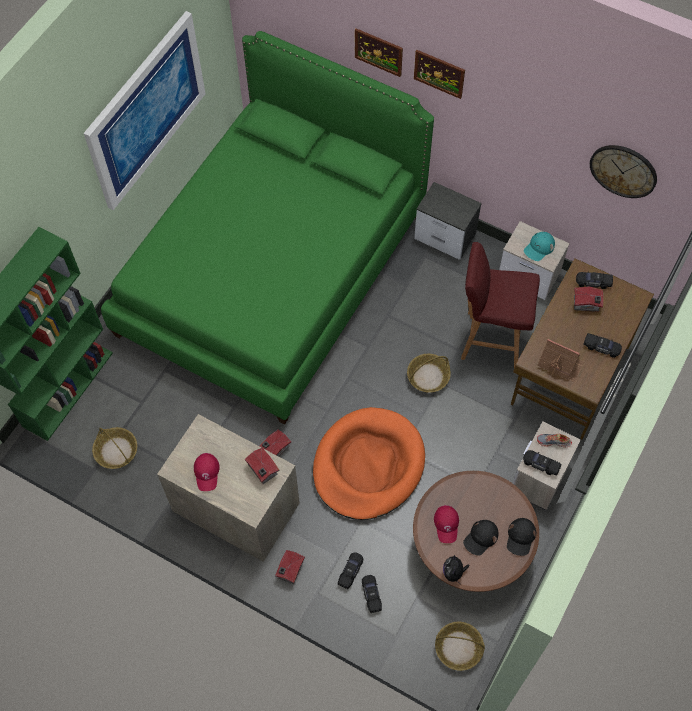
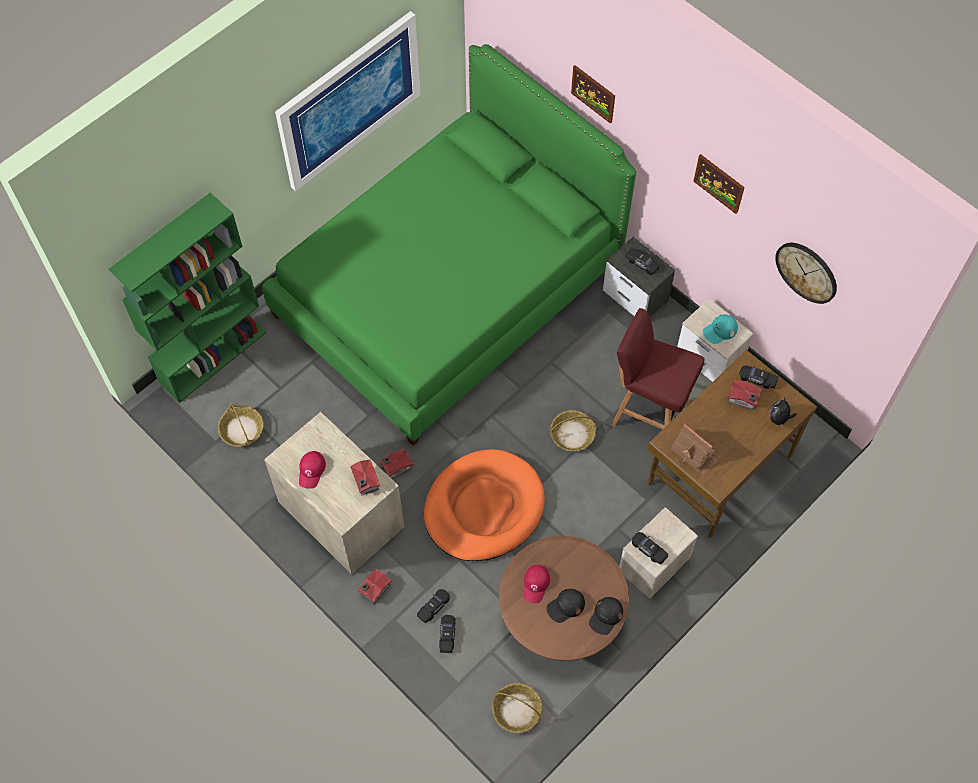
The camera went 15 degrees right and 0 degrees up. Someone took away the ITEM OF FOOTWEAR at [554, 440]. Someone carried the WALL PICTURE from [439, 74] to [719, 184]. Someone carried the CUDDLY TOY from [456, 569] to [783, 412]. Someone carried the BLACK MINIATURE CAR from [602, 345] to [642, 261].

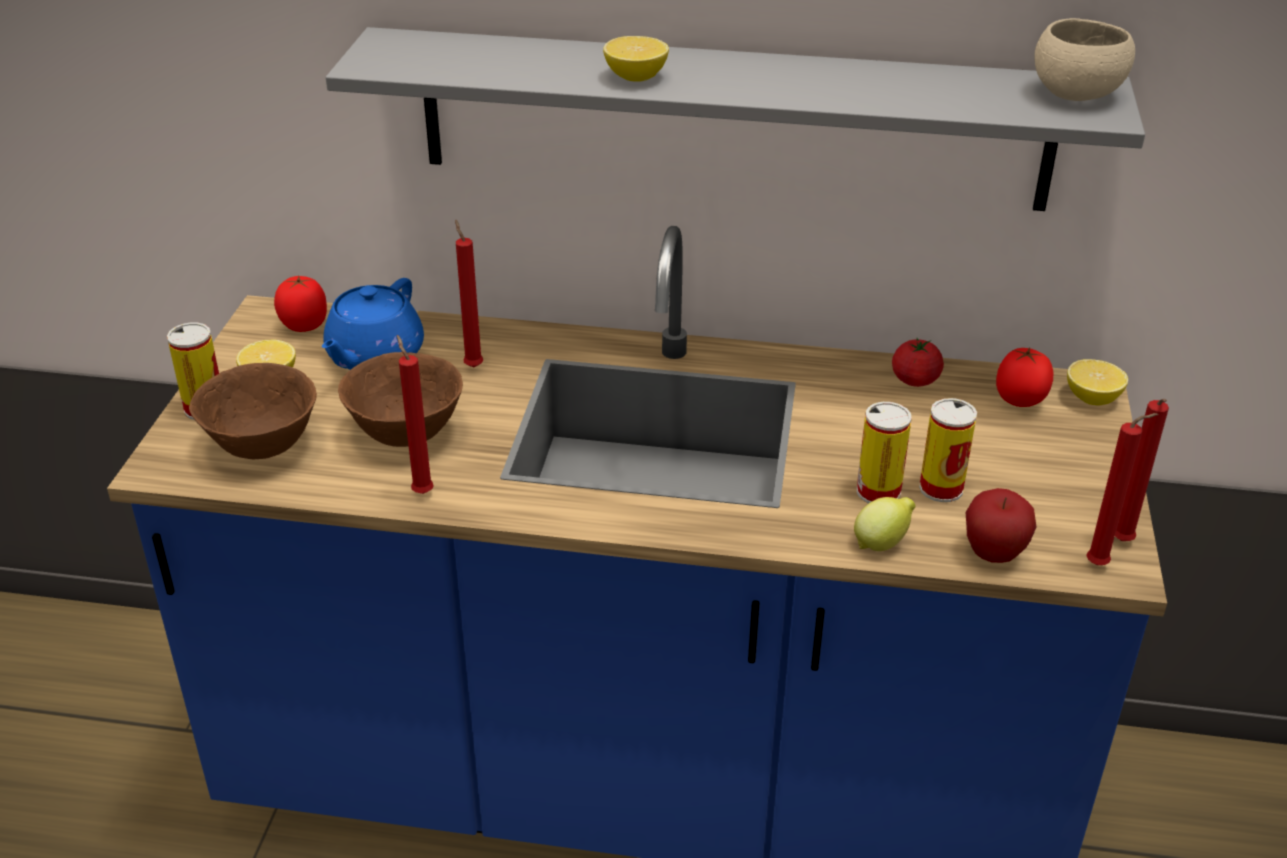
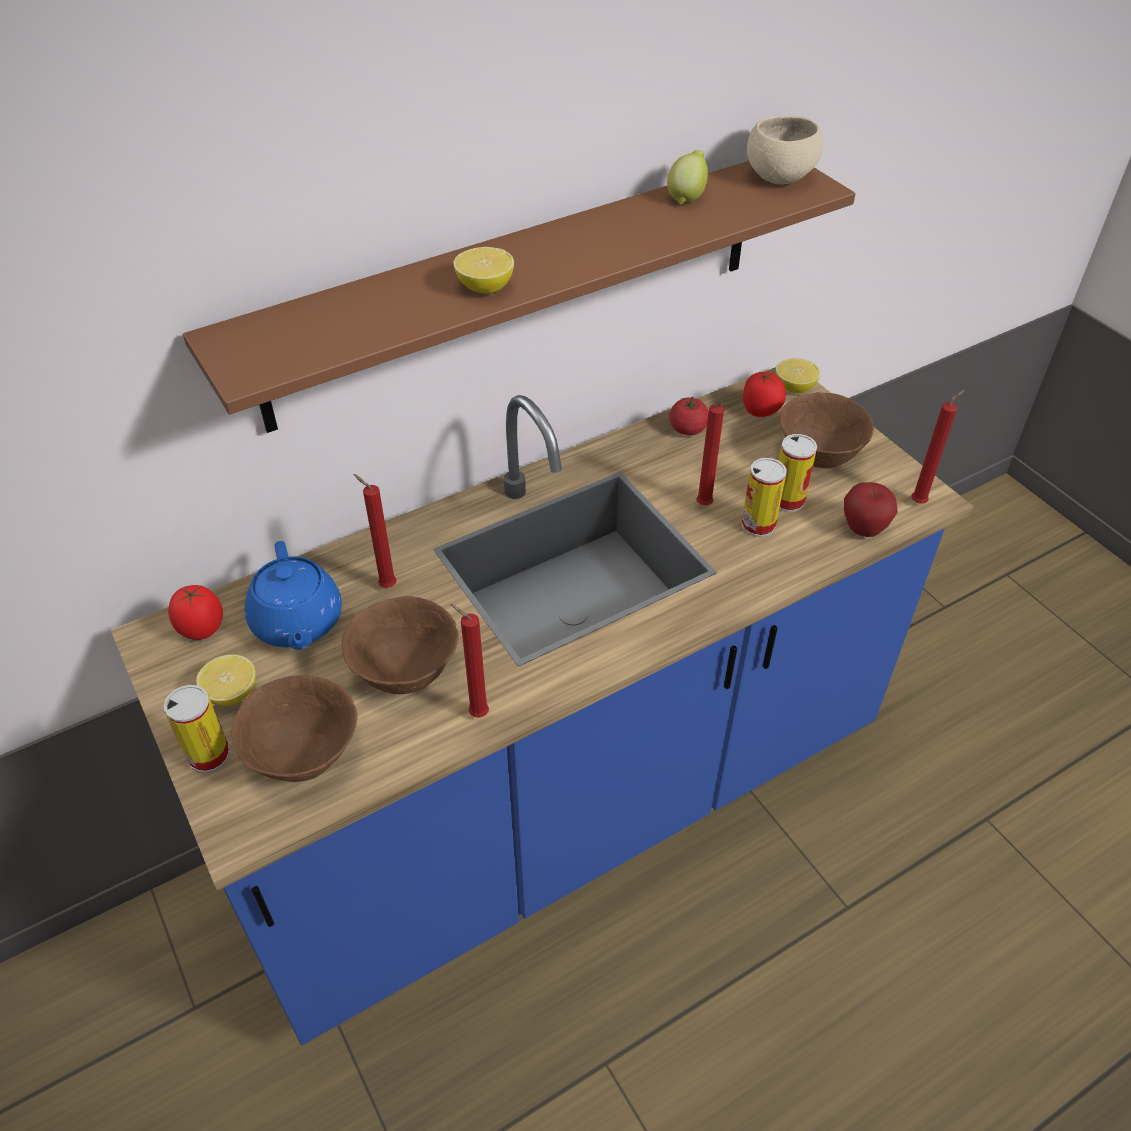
The camera went 40 degrees left and 10 degrees up. Someone put down the BROWN DEEP DISH at [827, 430]. Someone carried the CITRUS FRUIT from [885, 524] to [687, 177]. Someone carried the RED-COLOURED WAX LIGHT from [1142, 470] to [711, 454]. Someone repainted the GREYISH WALL SHELF at [735, 119], which became the BROWN WALL SHELF at [519, 297].

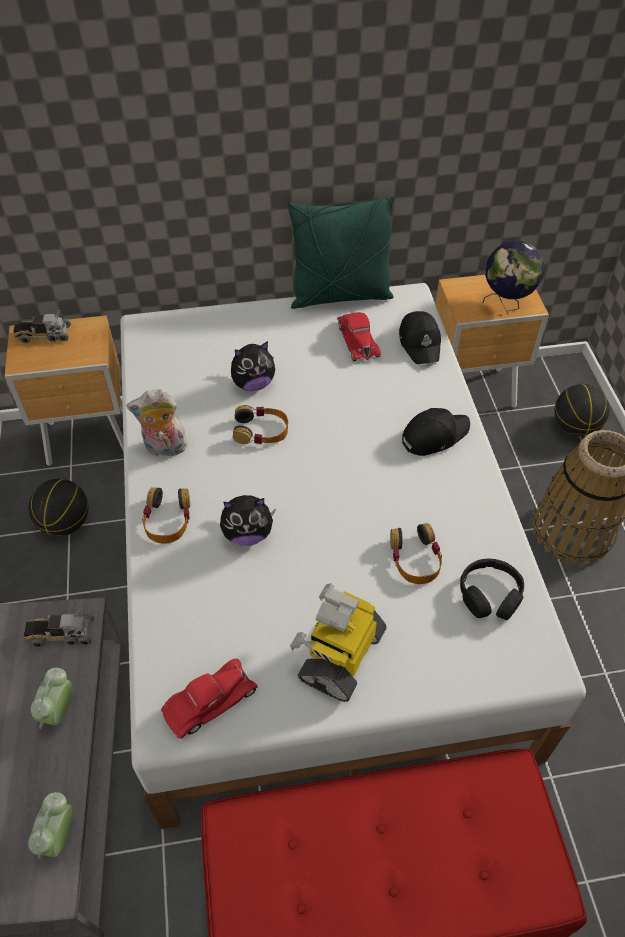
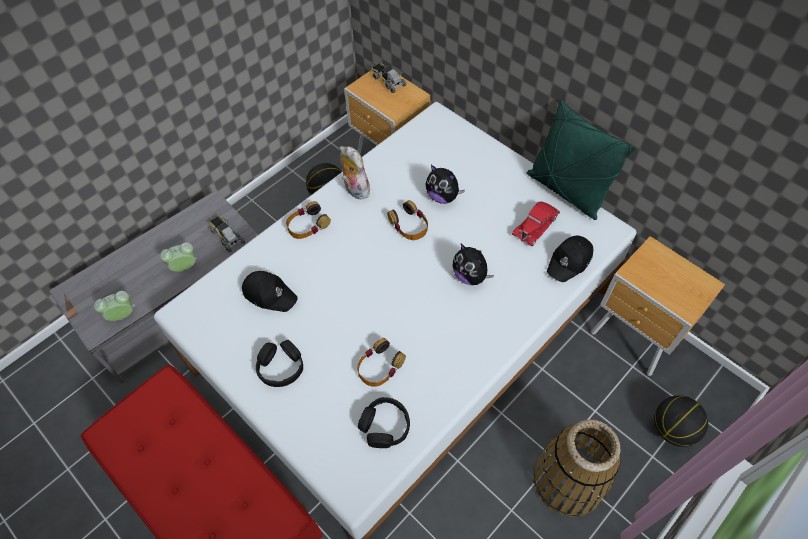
The camera went 55 degrees right and 5 degrees up. Someone took away the RED-COLOURED MINIATURE CAR at [209, 698]. Someone took away the WORLD GLOBE at [513, 276]. Someone carried the CUDDLY TOY from [248, 520] to [473, 264]. Someone carried the BLACK BASEBALL CAP from [436, 432] to [270, 291]. Someone swapped the ROBOT FIGURE at [338, 642] for the BLACK HEADPHONES at [279, 363].

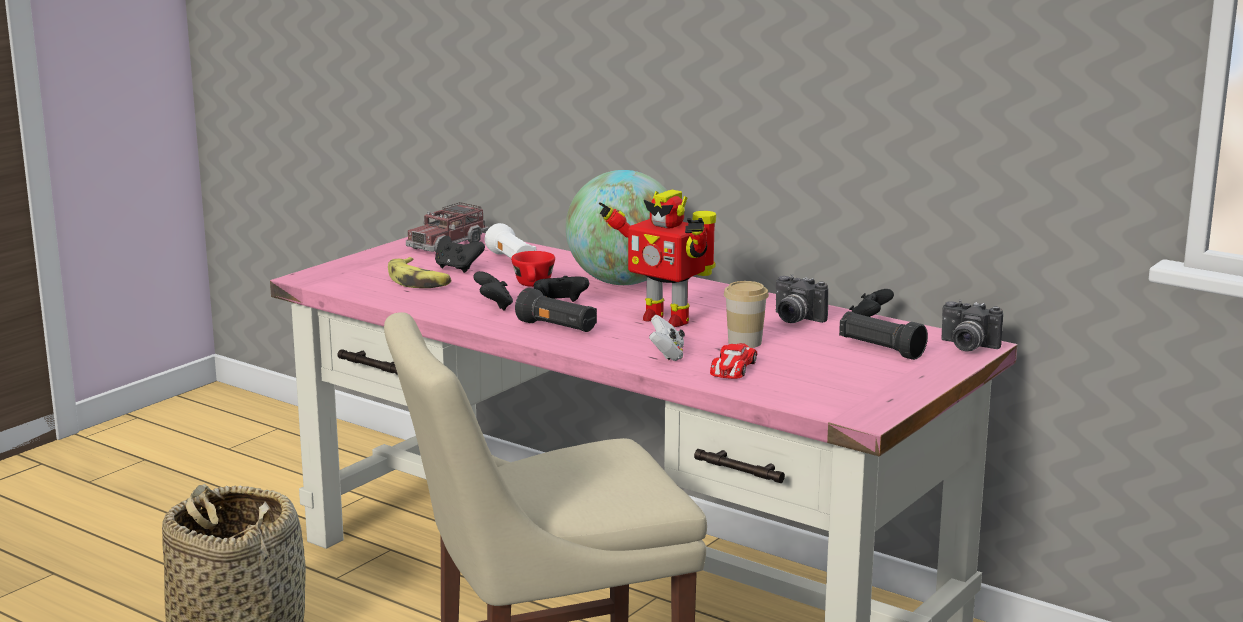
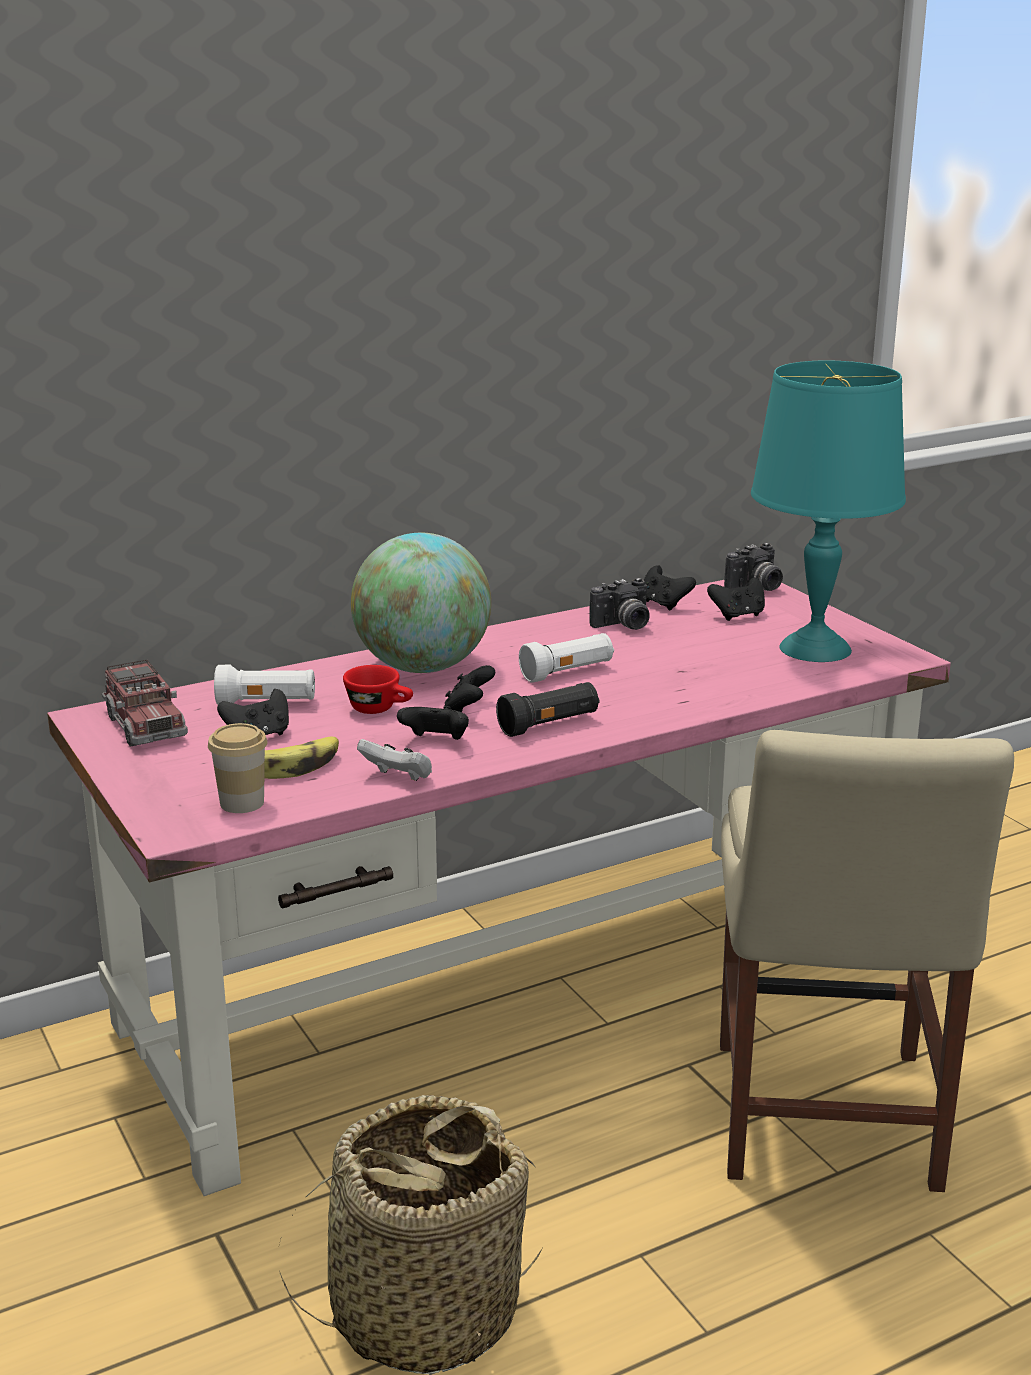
The camera went 65 degrees left and 5 degrees up. Someone took away the MINIATURE CAR at [734, 361]. Someone put down the TURQUOISE-COLOURED TABLETOP LAMP at [828, 511]. Someone carried the WHITISH GAMEPAD from [667, 338] to [394, 760]. Someone carried the DRINKING CUP from [746, 314] to [237, 768]. Someone swapped the ROBOT FIGURE at [657, 258] for the WHITISH FLASHLIGHT at [566, 658]. Someone swapped the BLACK FLASHLIGHT at [883, 335] for the BLACK GAMEPAD at [736, 599].

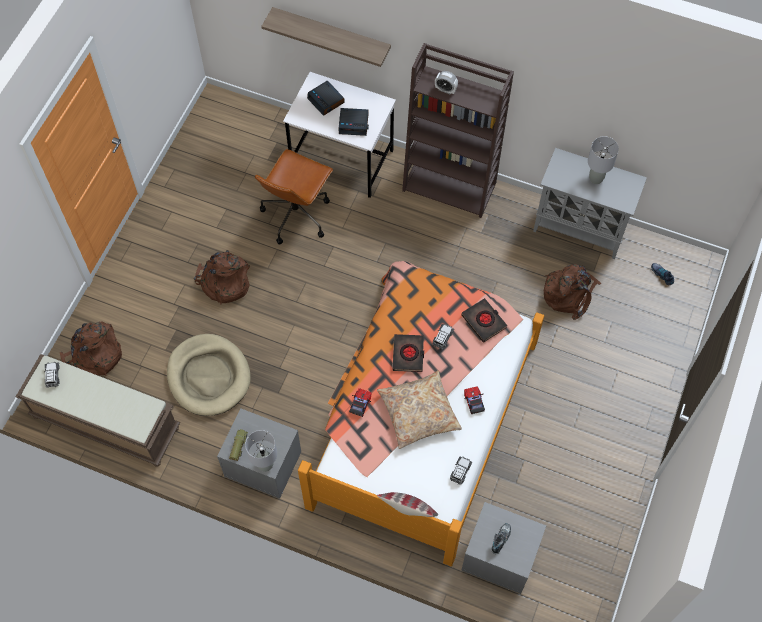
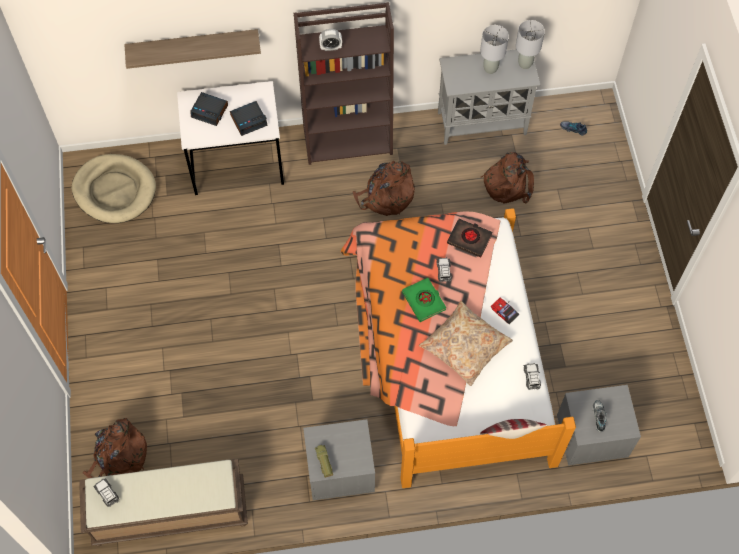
The camera went 30 degrees left and 0 degrees up. Someone took away the BROWN COMPUTER CHAIR at [294, 196]. Someone took away the MINIATURE CAR at [360, 402]. Someone carried the BEIGE-COLOURED DOG CUSHION from [209, 375] to [114, 188]. Someone carried the BROWN BACKPACK from [222, 277] to [383, 188]. Someone carried the GREYISH TABLETOP LAMP from [261, 451] to [530, 44]. Someone repainted the BLACK BOUND BOOK at [408, 353], which became the GREENISH BOUND BOOK at [424, 300].

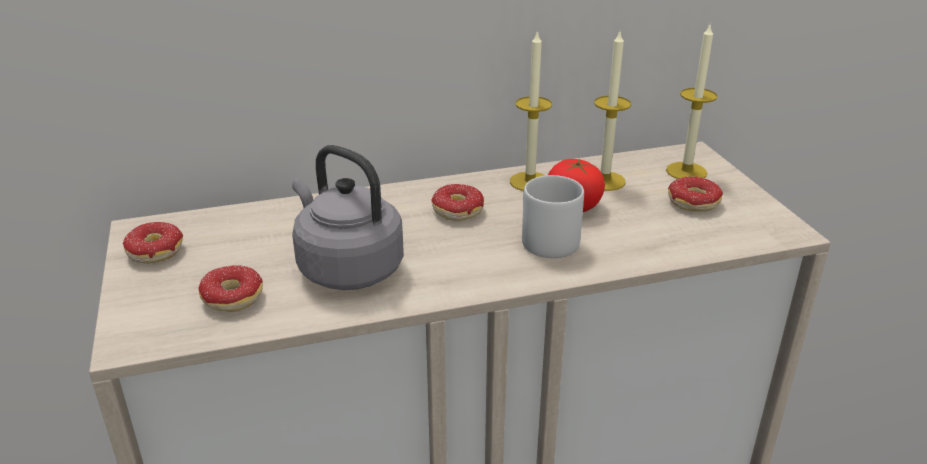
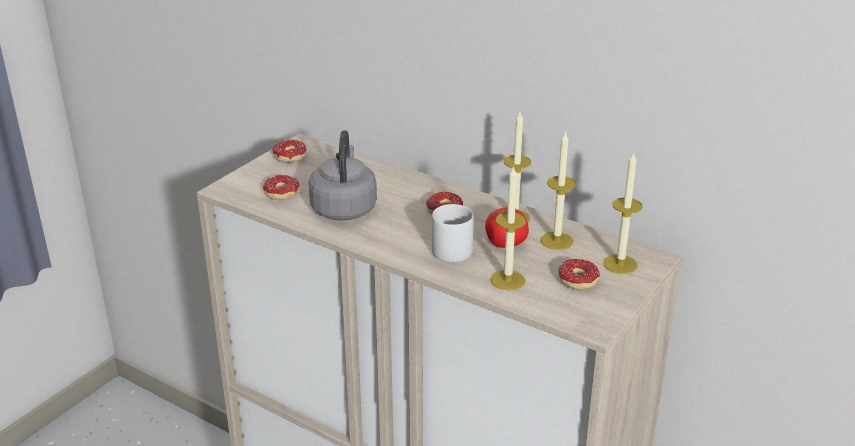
The camera went 50 degrees right and 0 degrees up. Someone put down the WAX LIGHT at [508, 228].

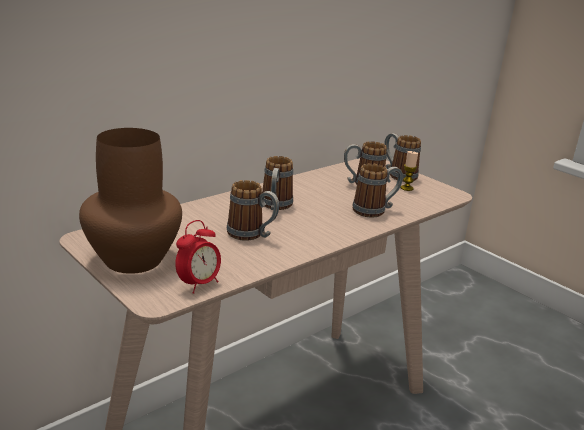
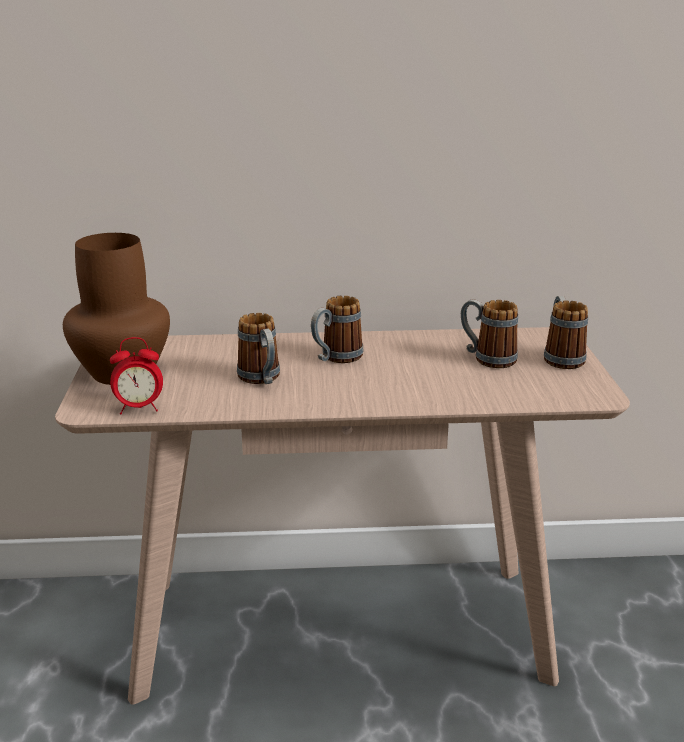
The camera went 40 degrees right and 0 degrees up. Someone took away the TEA MUG at [378, 190]. Someone took away the WAX LIGHT at [409, 171].

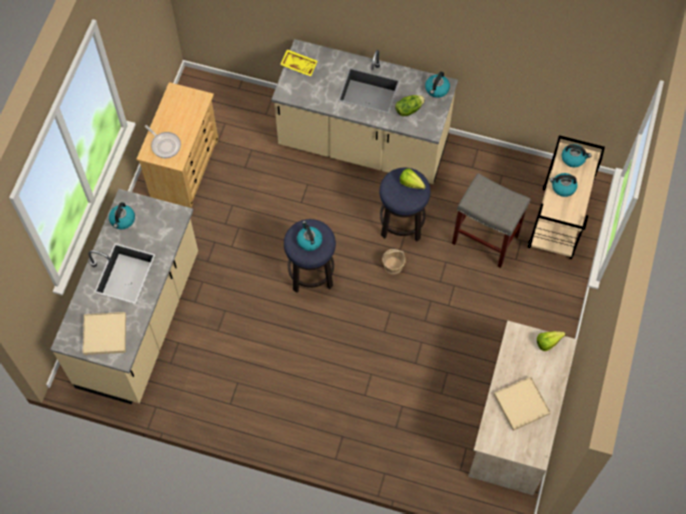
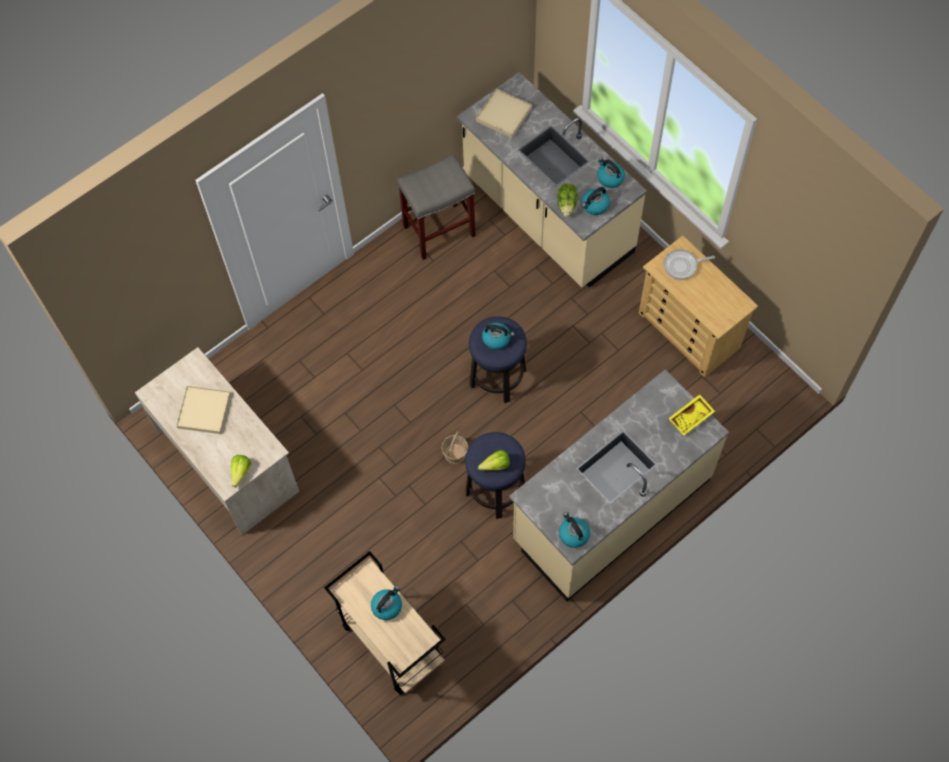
The camera went 125 degrees right and 0 degrees up. Someone carried the LETTUCE HEAD from [410, 105] to [568, 200]. Someone carried the GREYISH STOOL from [491, 220] to [436, 207]. Someone carried the TEA KETTLE from [576, 155] to [596, 201].

